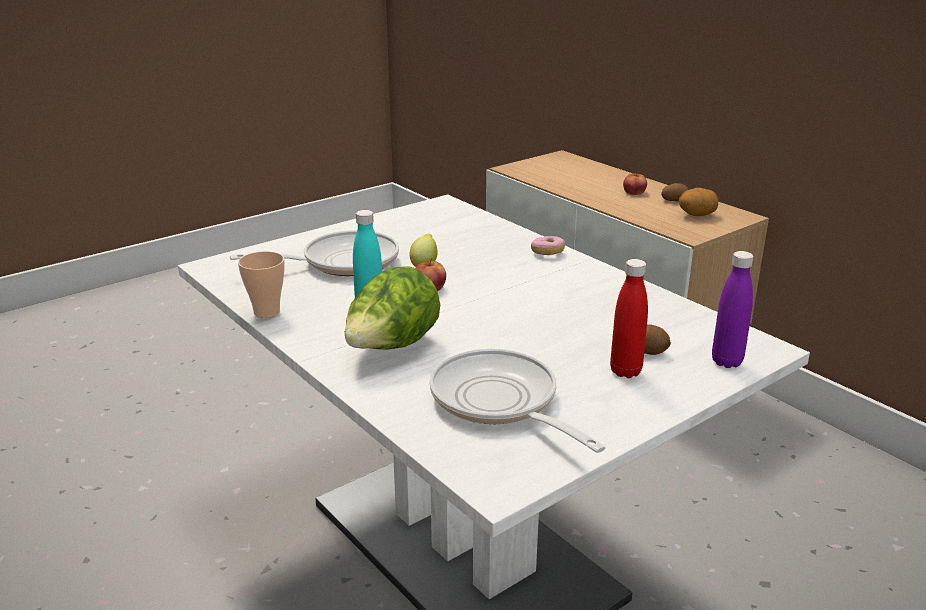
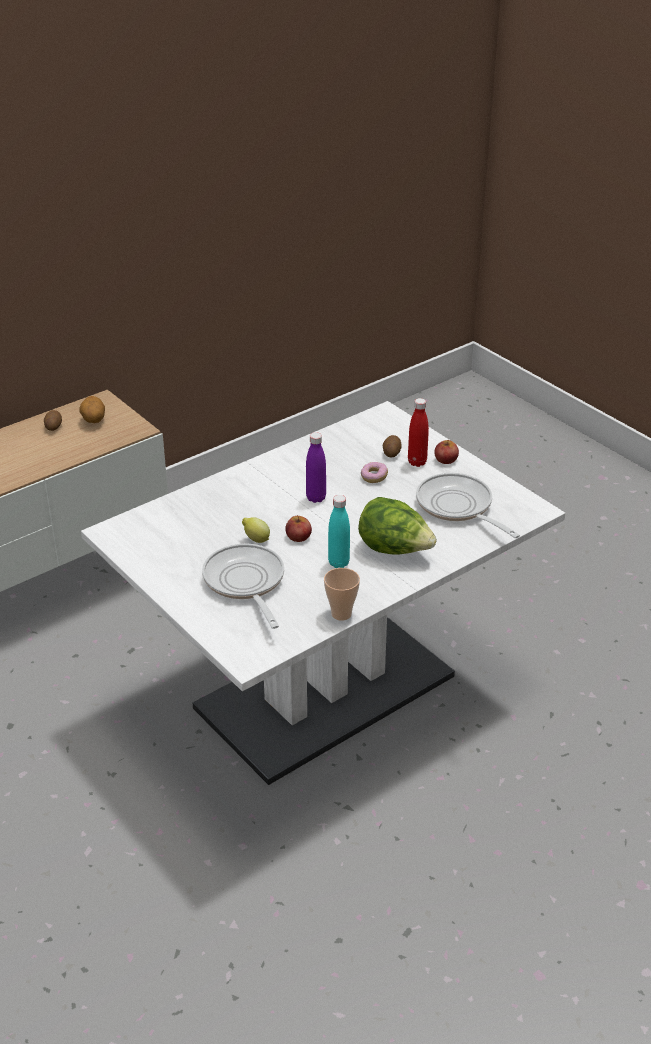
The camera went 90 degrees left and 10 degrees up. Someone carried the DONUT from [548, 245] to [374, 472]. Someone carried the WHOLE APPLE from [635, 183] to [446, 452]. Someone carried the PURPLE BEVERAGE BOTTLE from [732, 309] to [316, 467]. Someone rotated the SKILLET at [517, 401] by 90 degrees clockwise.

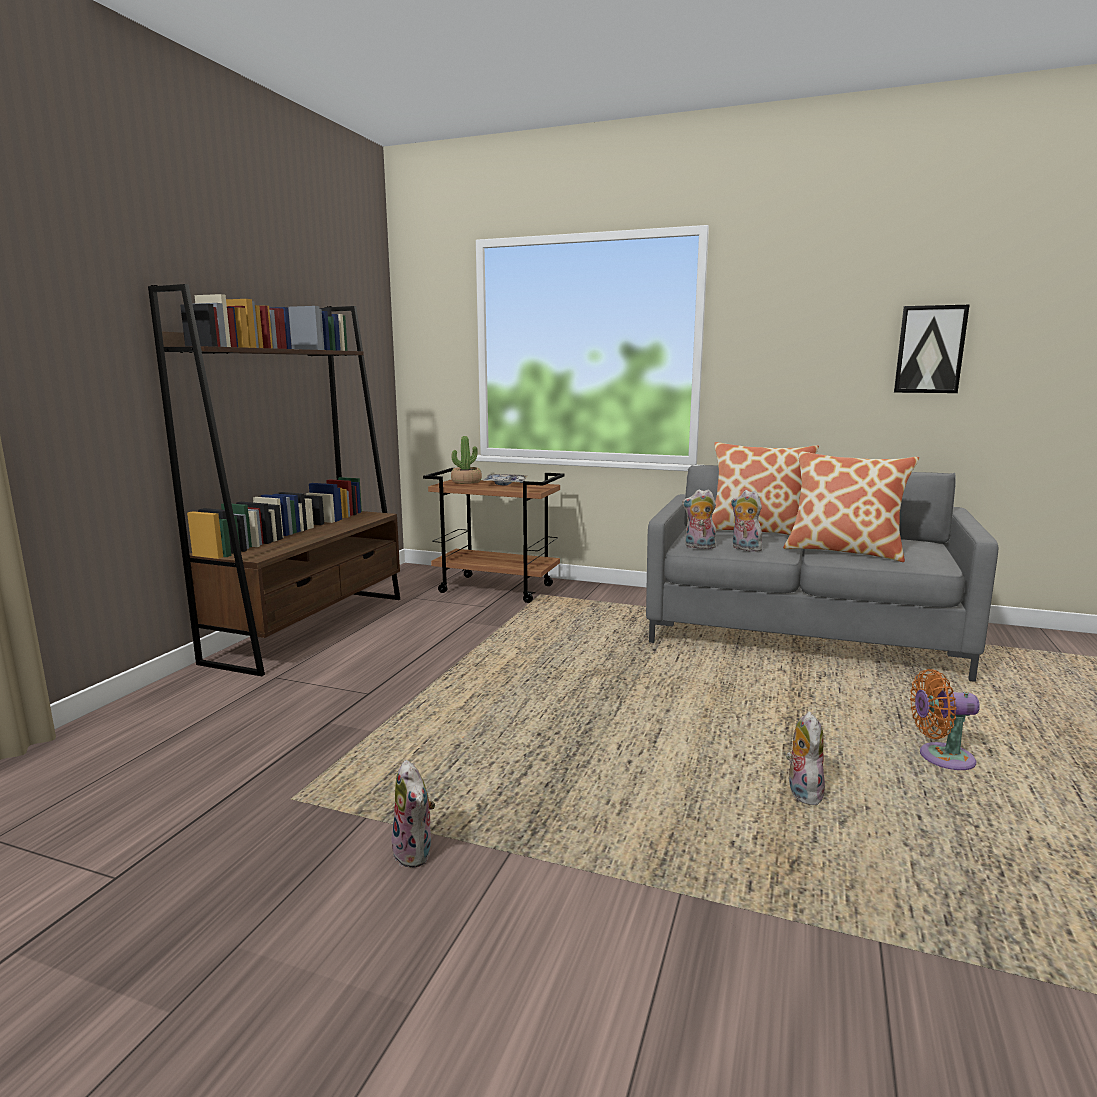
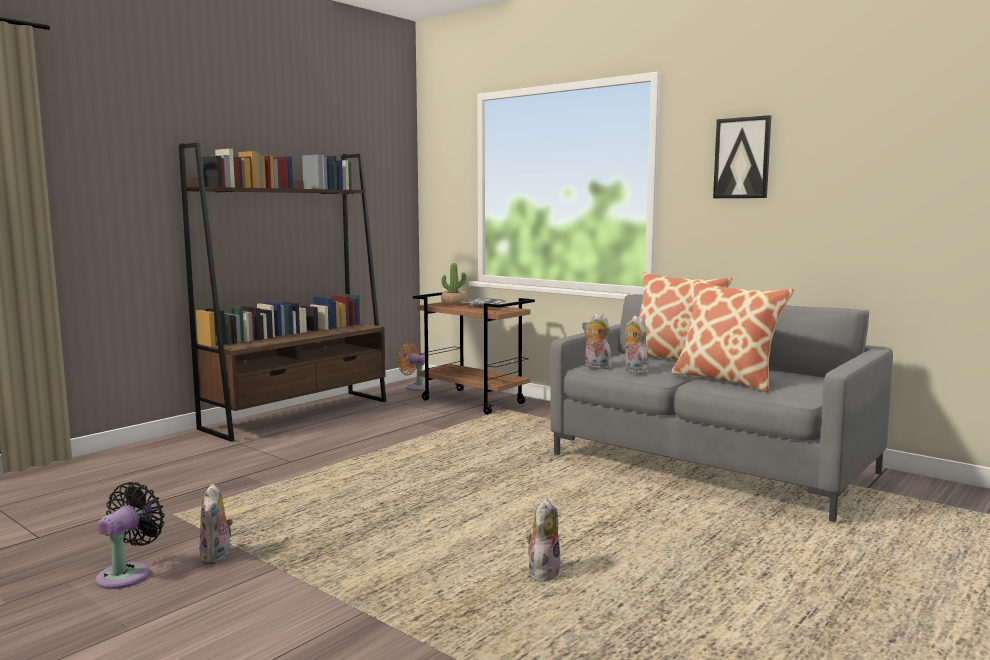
The camera went 20 degrees right and 5 degrees down. Someone put down the BLACK COOLING FAN at [130, 535]. Someone carried the WALL PICTURE from [932, 348] to [742, 156]. Someone carried the ORANGE COOLING FAN from [945, 719] to [414, 367].

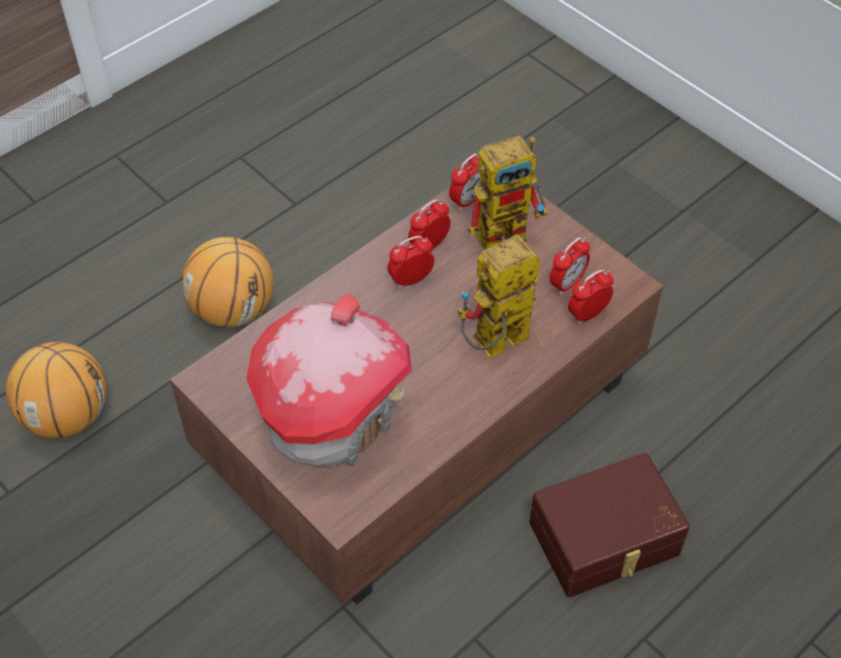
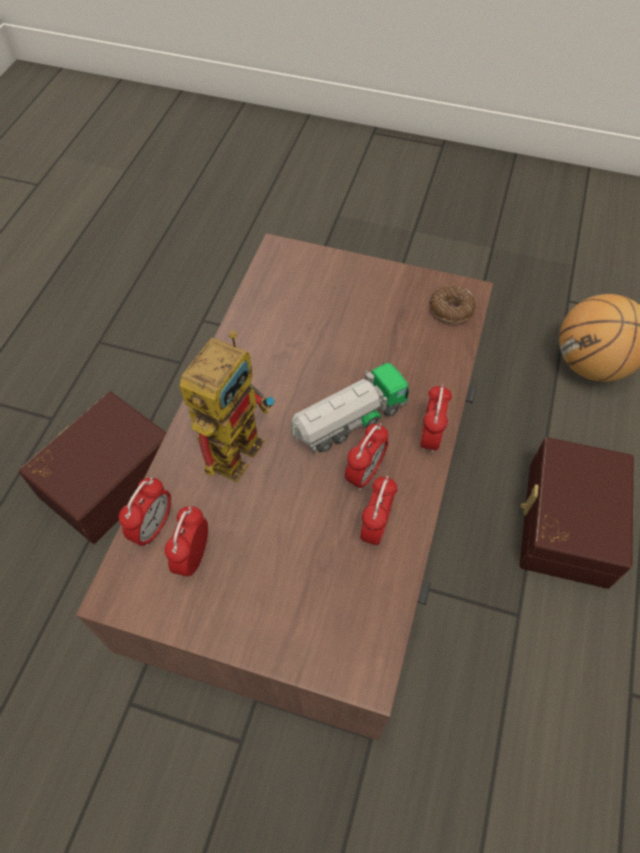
The camera went 150 degrees right and 5 degrees up. Someone took away the TOY HOUSE at [329, 380]. Someone took away the ROBOT FIGURE at [508, 192]. Someone put down the TOY LORRY at [350, 408]. Someone put down the DONUT at [453, 304]. Someone carried the BEDSIDE CLOCK from [465, 182] to [436, 418]. Someone swapped the BASKETBALL BALL at [227, 282] for the BROWN STORAGE BIN at [577, 513].

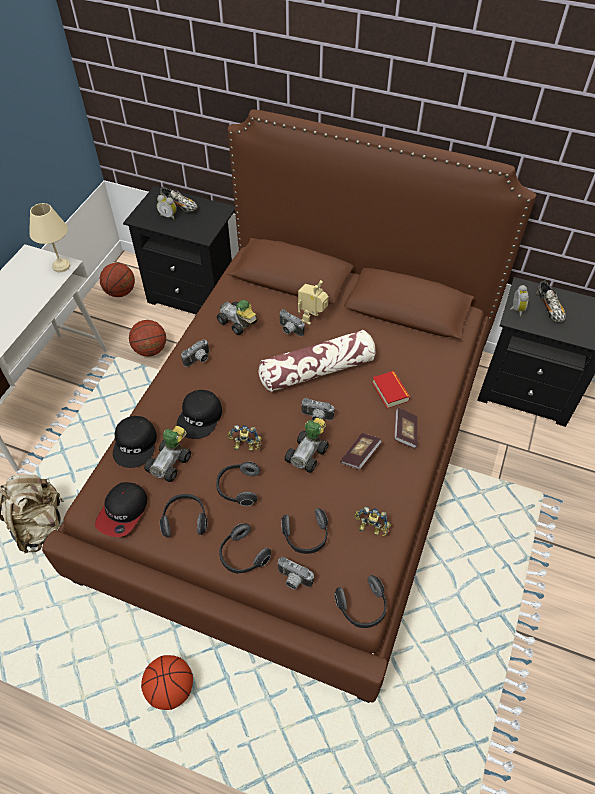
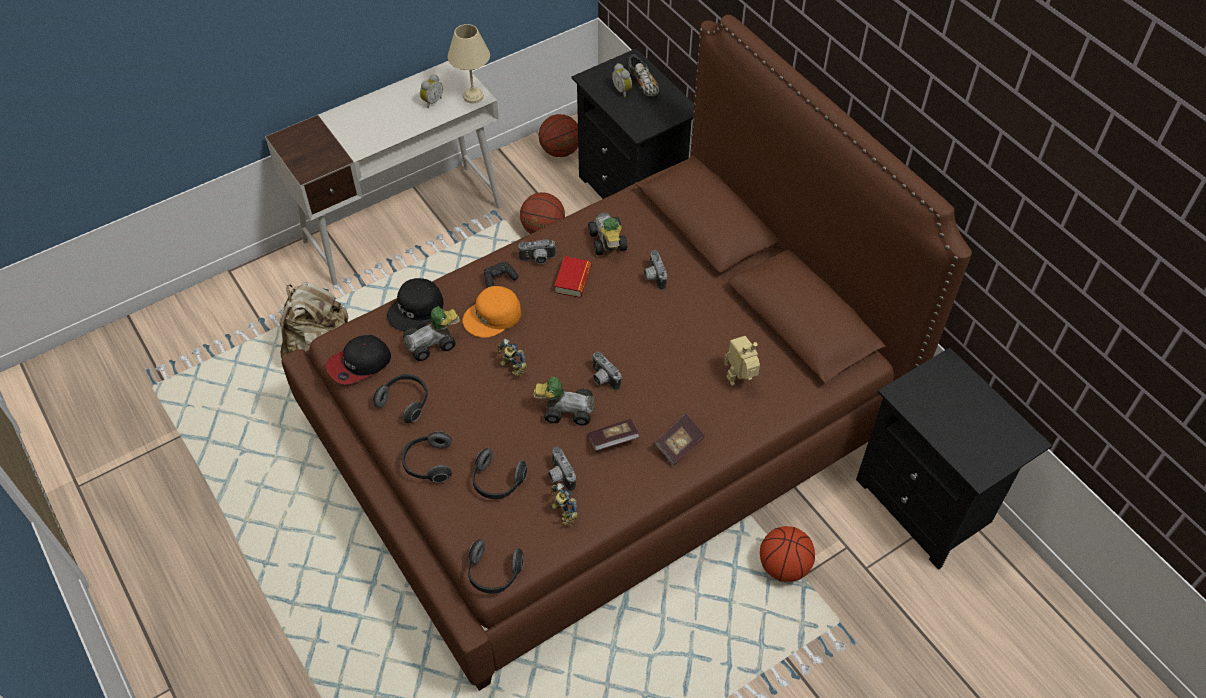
The camera went 35 degrees right and 0 degrees up. Someone took away the HEADPHONES at [238, 483]. Someone took away the CUSHION at [317, 361]. Someone took away the ITEM OF FOOTWEAR at [551, 302]. Someone put down the BLACK GAMEPAD at [501, 274]. Someone carried the BASKETBALL BALL from [167, 682] to [787, 554]. Someone carried the STILL CAMERA from [295, 573] to [562, 469]. Someone carried the ROBOT FIGURE from [313, 302] to [742, 361]. Someone carried the BOUND BOOK from [391, 390] to [572, 277]. Someone carried the BEDSIDE CLOCK from [519, 300] to [431, 91]. Someone repainted the BLACK BASEBALL CAP at [199, 414], which became the ORANGE BASEBALL CAP at [492, 311]. Someone rotated the MINIATURE CAR at [306, 445] by 150 degrees counterclockwise.

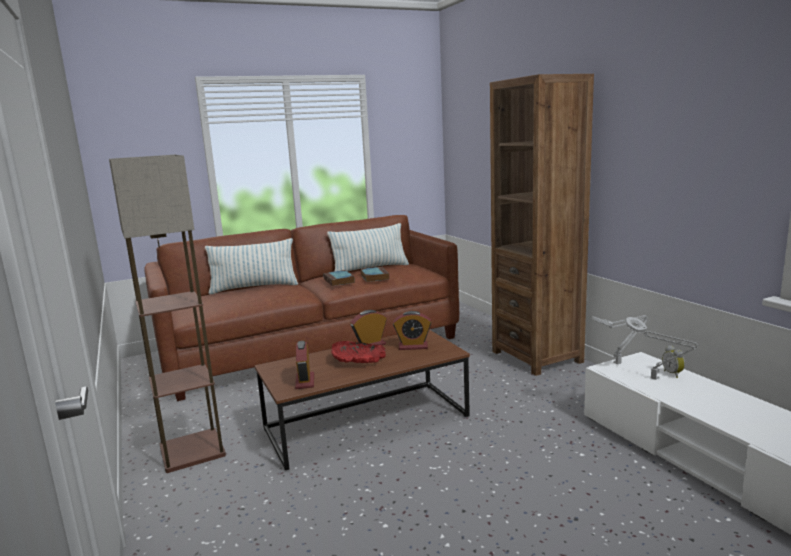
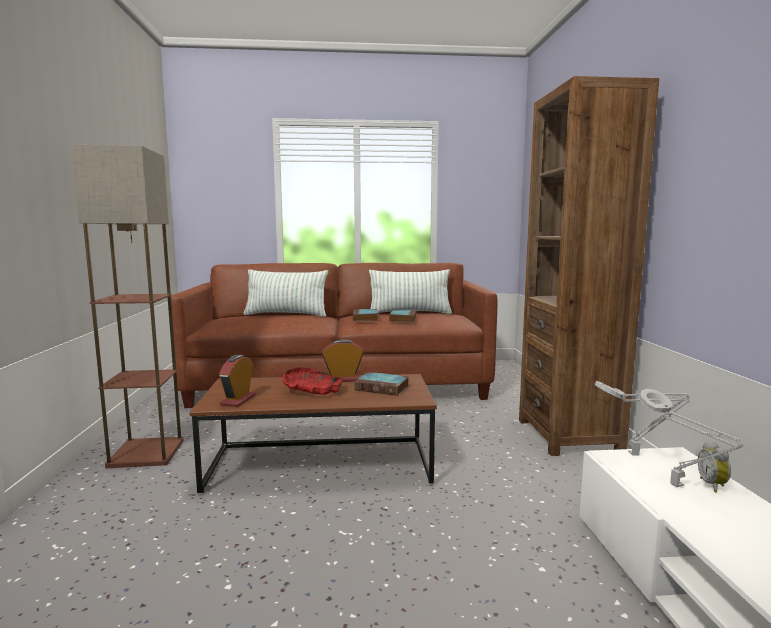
The camera went 20 degrees right and 5 degrees down. Someone swapped the BEDSIDE CLOCK at [412, 330] for the BOUND BOOK at [381, 384].

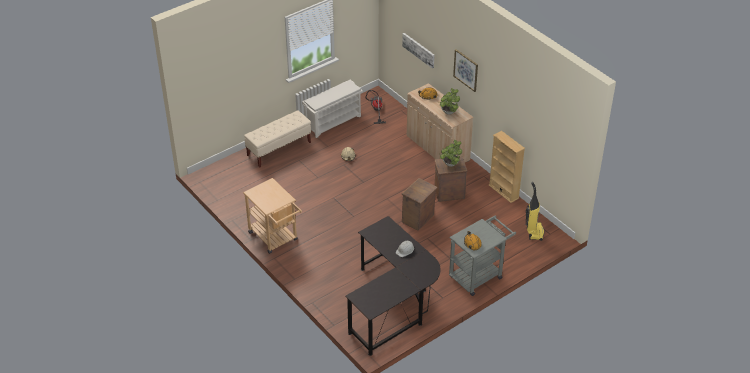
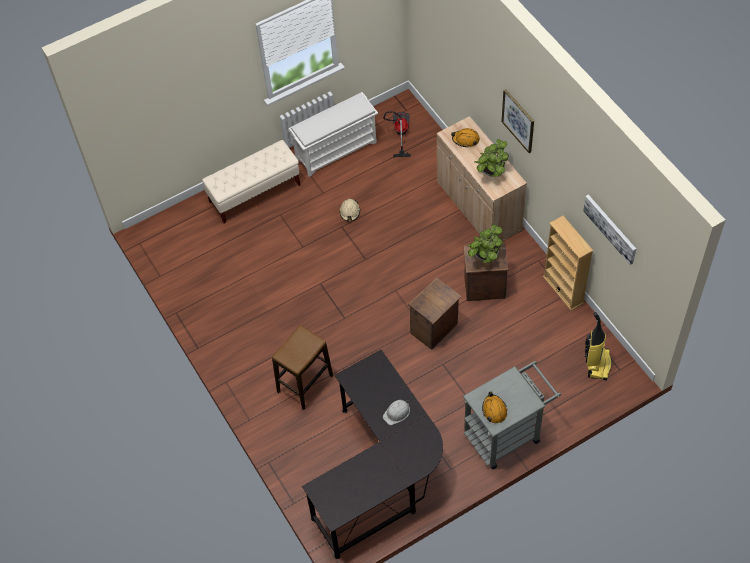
The camera went 10 degrees right and 15 degrees up. Someone took away the BEIGE-COLOURED TROLLEY at [272, 216]. Someone put down the STOOL at [302, 367]. Someone carried the WALL PICTURE from [418, 50] to [609, 229].

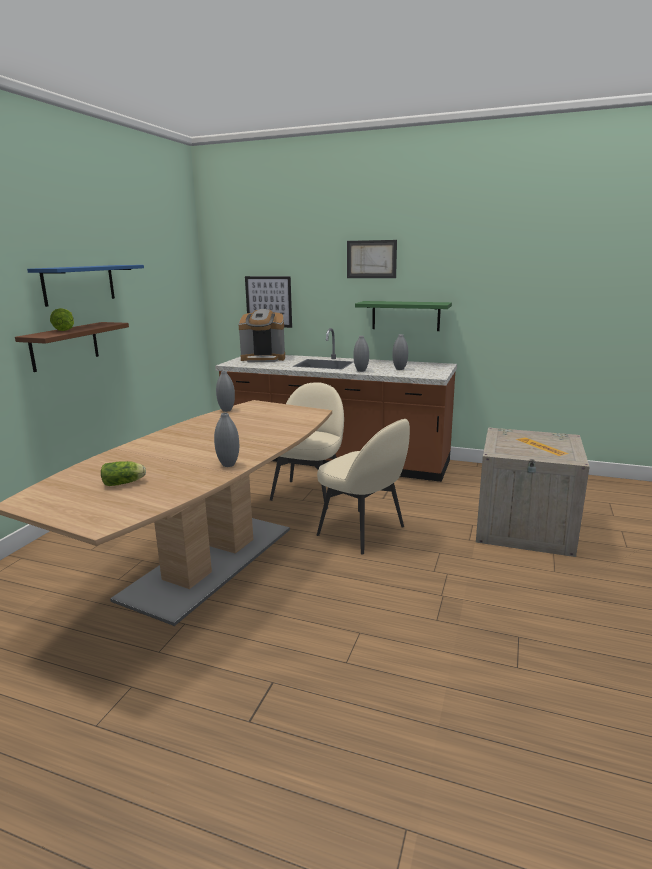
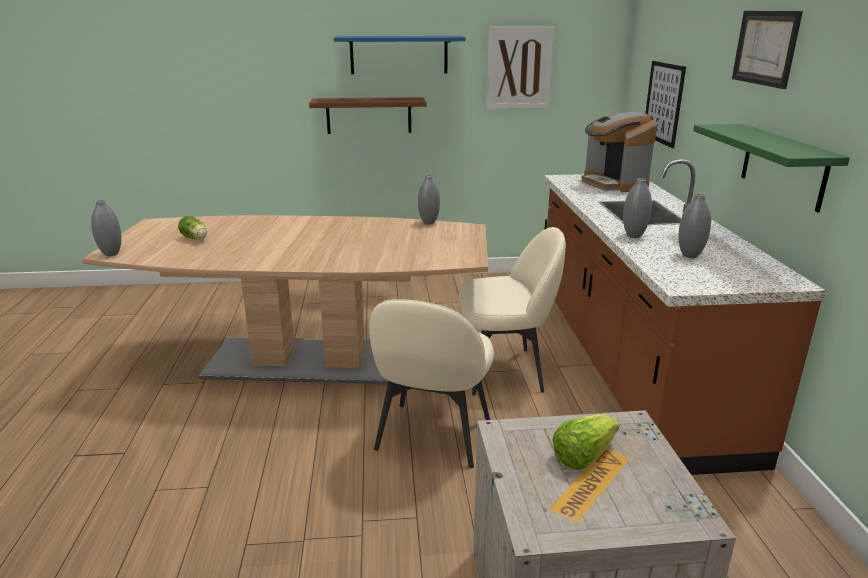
The camera went 65 degrees right and 5 degrees up. Someone put up the WALL PICTURE at [520, 68]. Someone carried the LETTUCE HEAD from [62, 319] to [585, 442]. Someone carried the GREYISH FLOWER VASE from [226, 440] to [106, 228].

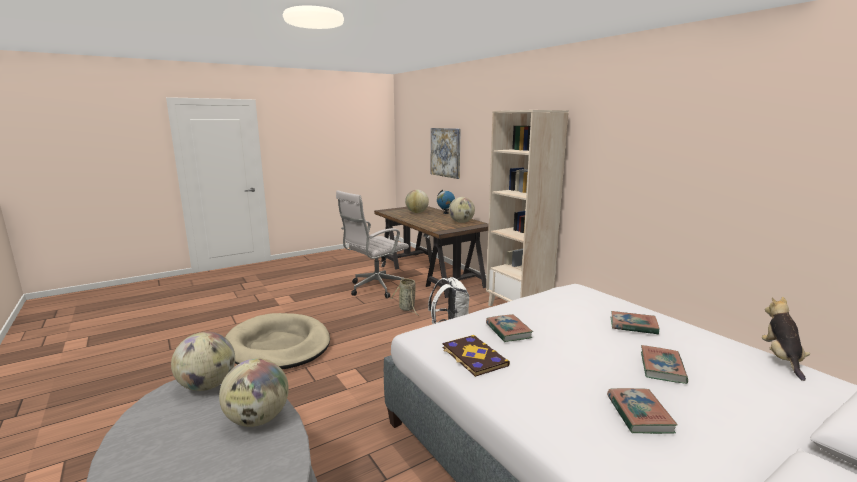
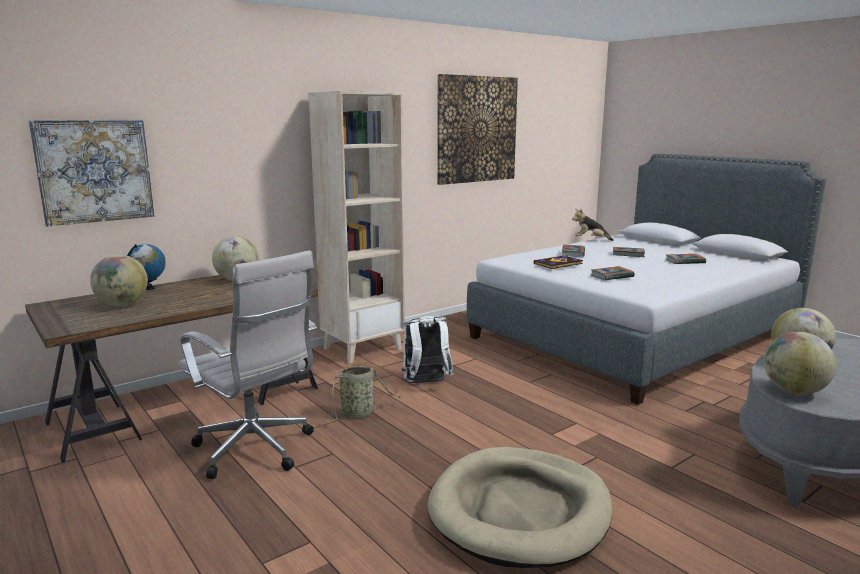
The camera went 95 degrees left and 0 degrees up. Someone put up the WALL PICTURE at [477, 129]. Someone carried the BOUND BOOK from [476, 356] to [558, 262].

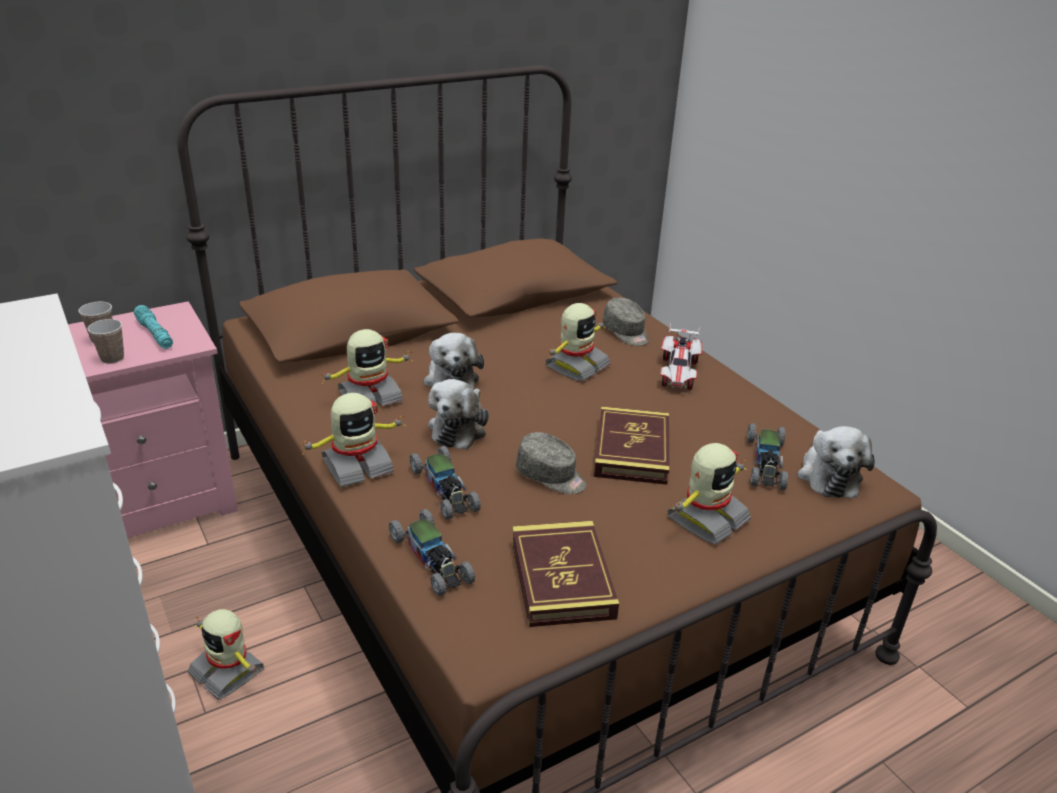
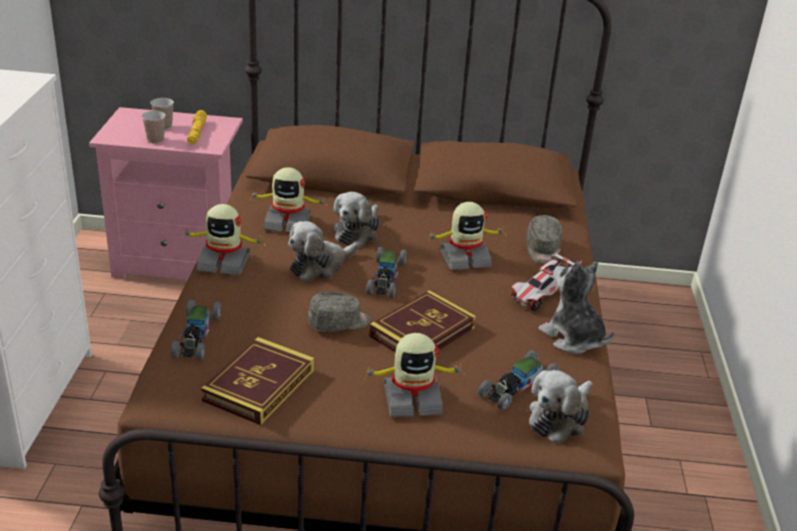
The camera went 35 degrees right and 0 degrees up. Someone took away the ROBOT FIGURE at [226, 654]. Someone put down the CUDDLY TOY at [576, 307]. Someone carried the MINIATURE CAR from [445, 483] to [387, 272]. Someone repainted the TURQUOISE-COLOURED FLASHLIGHT at [153, 327], which became the YELLOW FLASHLIGHT at [197, 127]. Someone rotated the GREYISH BASEBALL CAP at [551, 463] by 90 degrees counterclockwise.

